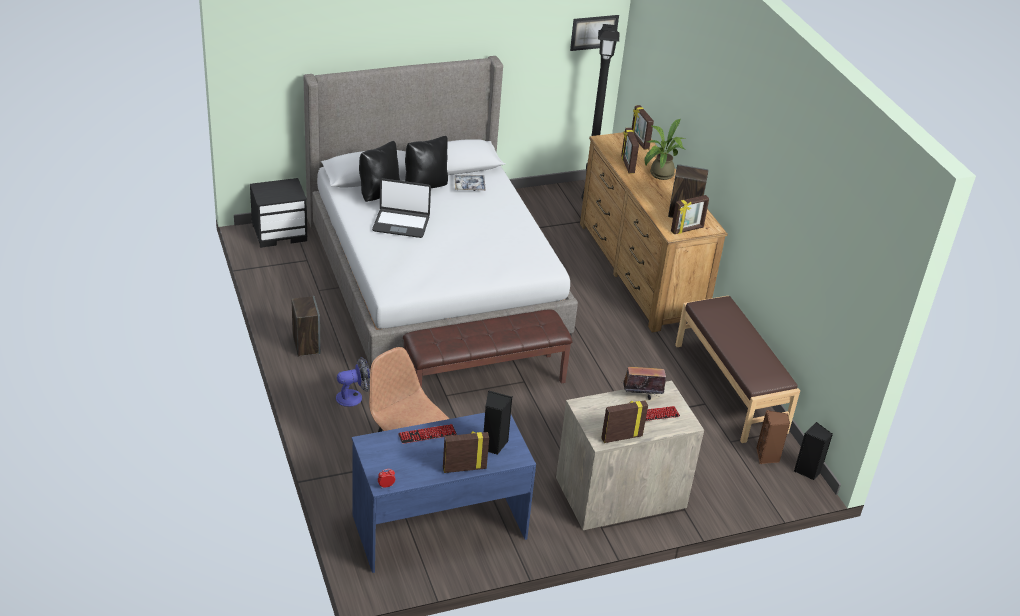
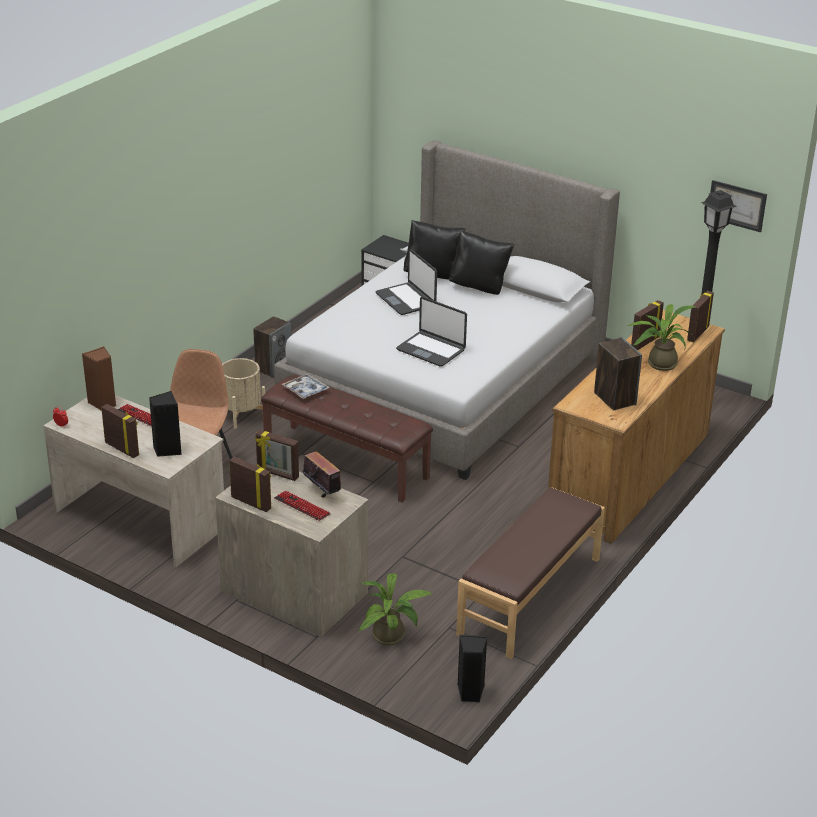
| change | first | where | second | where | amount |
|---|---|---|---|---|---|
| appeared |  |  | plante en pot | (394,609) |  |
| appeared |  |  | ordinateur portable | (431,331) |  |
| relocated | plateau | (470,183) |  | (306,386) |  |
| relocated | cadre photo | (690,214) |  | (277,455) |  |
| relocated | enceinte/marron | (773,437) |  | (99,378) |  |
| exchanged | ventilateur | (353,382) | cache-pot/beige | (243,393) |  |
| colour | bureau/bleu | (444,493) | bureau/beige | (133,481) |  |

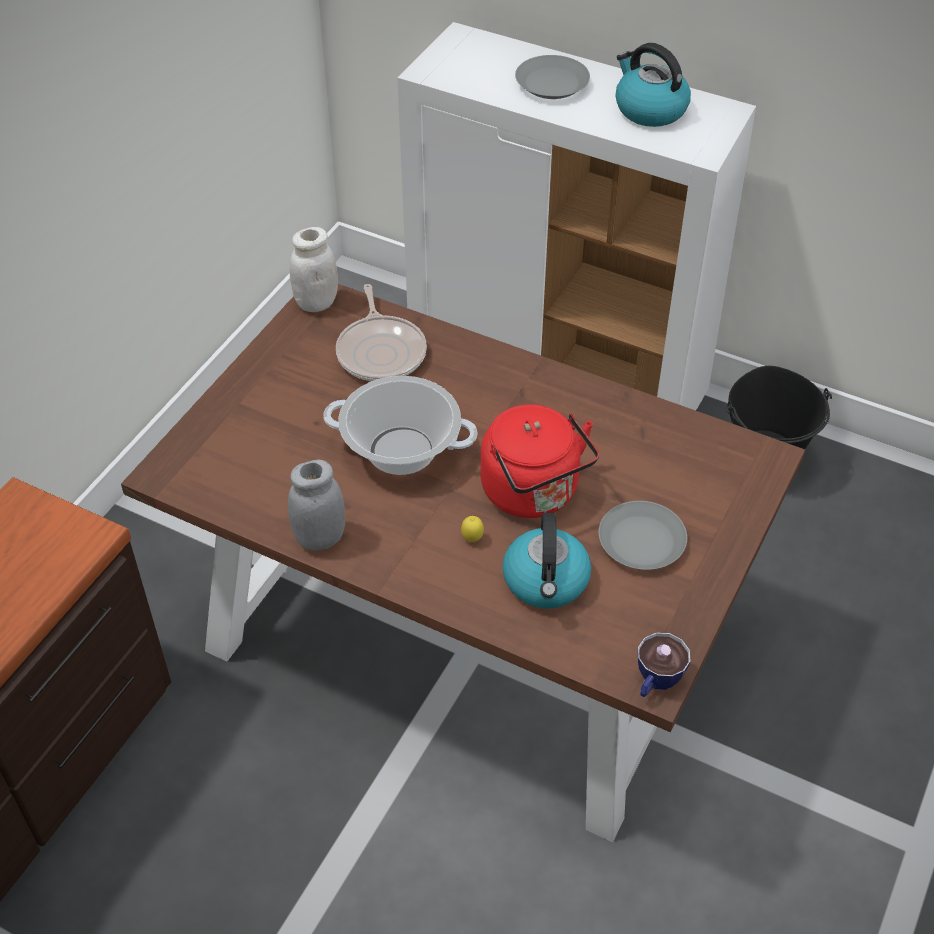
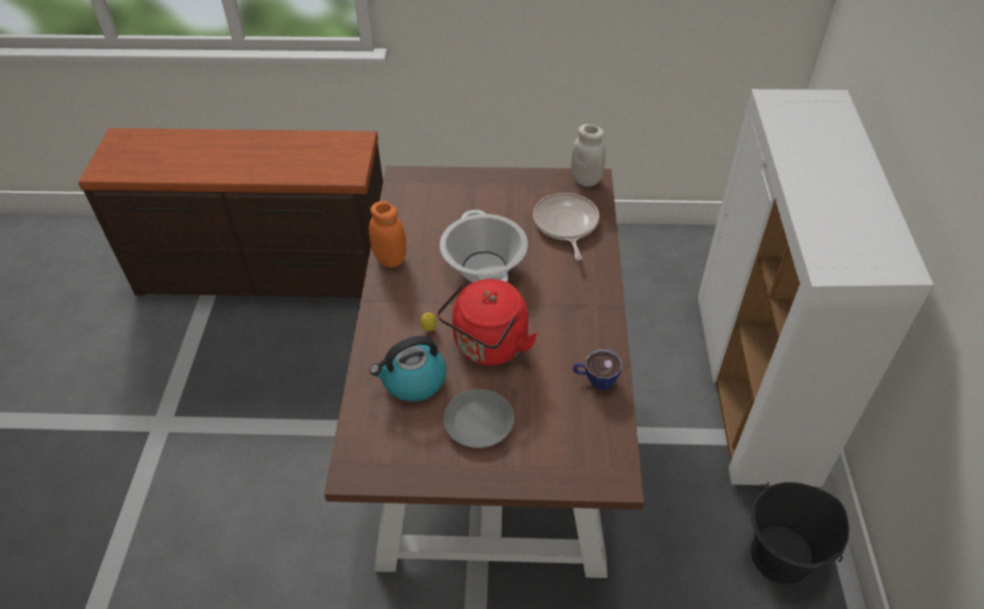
| change | first | where | second | where | amount |
|---|---|---|---|---|---|
| missing | assiette/gris | (552,77) |  |  |  |
| missing | bouilloire | (653,85) |  |  |  |
| relocated | tasse | (664,664) |  | (597,369) |  |
| colour | bocal/gris | (316,505) | bocal/orange | (387,234) |  |
| spun | poêle | (381,332) |  | (566,226) | 120 degrees clockwise |

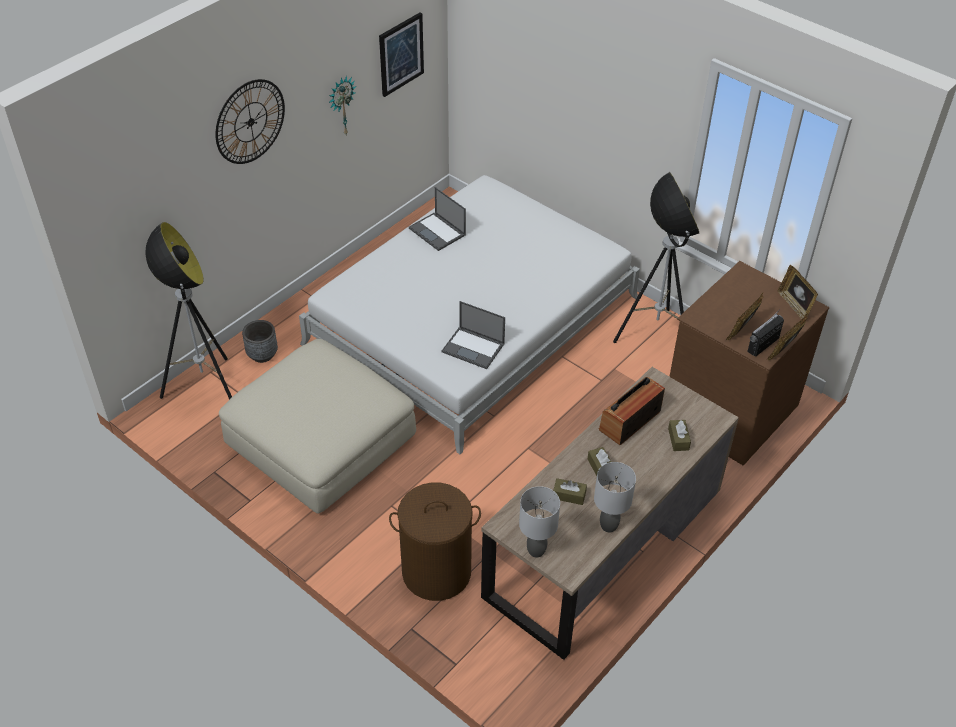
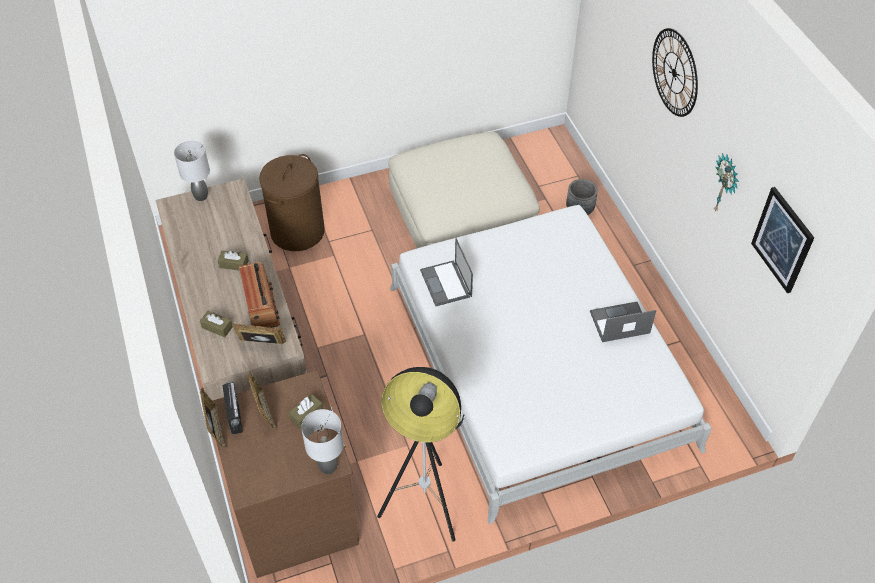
| change | first | where | second | where | amount |
|---|---|---|---|---|---|
| missing | lampadaire | (188,311) |  |  |  |
| relocated | boîte à mouchoirs/marron | (570,491) |  | (306,411) |  |
| relocated | lampe de table/gris | (615,497) |  | (322,441) |  |
| relocated | cadre photo | (798,292) |  | (259,333) |  |
| spun | ordinateur portable | (473,335) |  | (446,272) | 75 degrees counterclockwise |

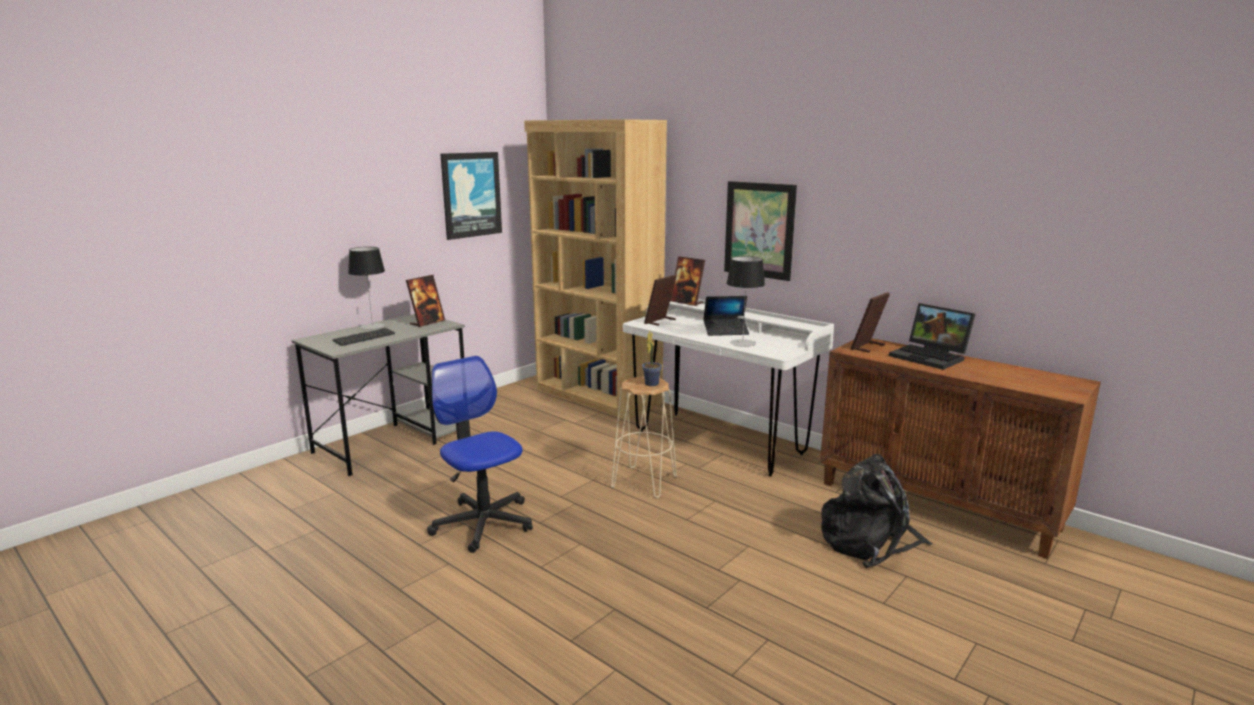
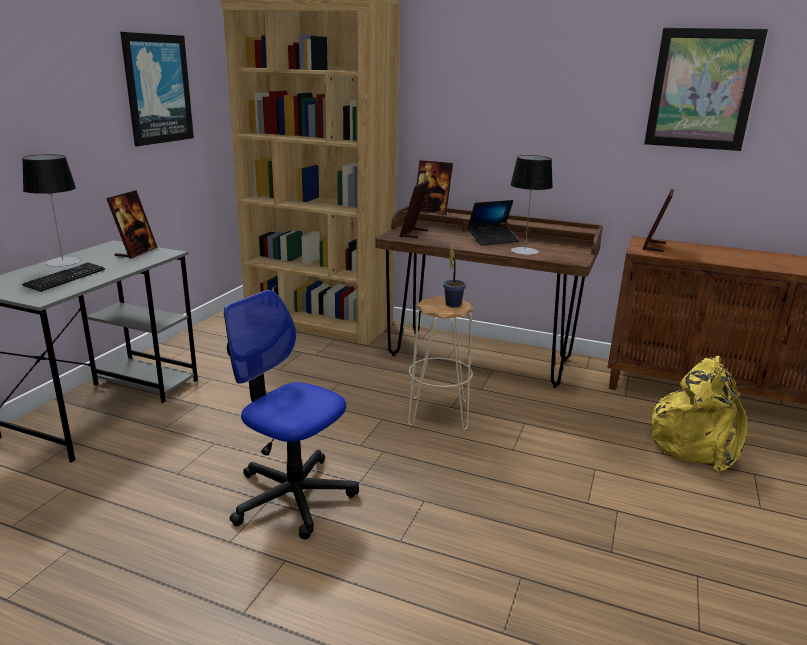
| change | first | where | second | where | amount |
|---|---|---|---|---|---|
| missing | ordinateur portable | (932,336) |  |  |  |
| relocated | tableau | (760,231) |  | (706,89) |  |
| colour | bureau/blanc | (728,387) | bureau/marron | (489,296) |  |
| colour | sac à dos/noir | (877,511) | sac à dos/jaune | (699,414) |  |

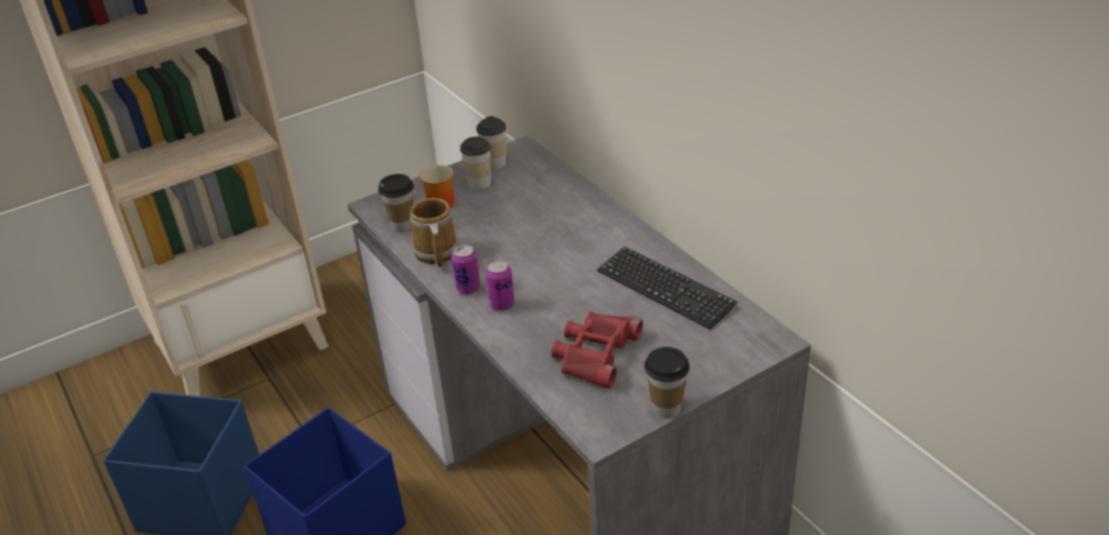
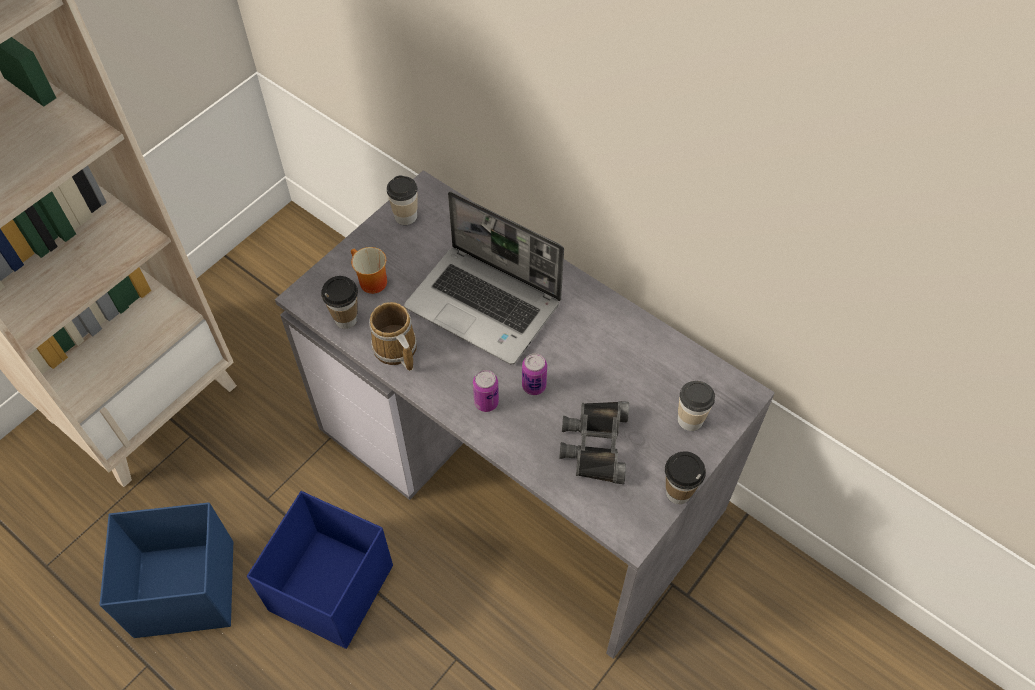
| change | first | where | second | where | amount |
|---|---|---|---|---|---|
| missing | clavier | (667,288) |  |  |  |
| appeared |  |  | ordinateur portable | (484,277) |  |
| relocated | boîte métallique | (466,269) |  | (534,374) |  |
| relocated | tasse | (475,163) |  | (696,406) |  |
| colour | jumelles/rouge | (597,350) | jumelles/noir | (594,442) |  |

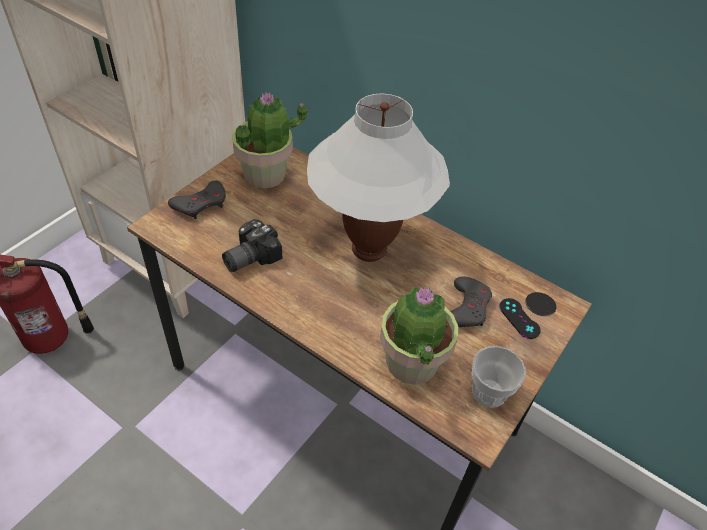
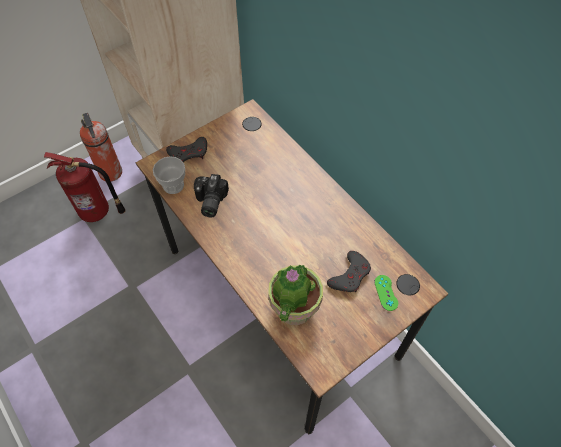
| change | first | where | second | where | amount |
|---|---|---|---|---|---|
| missing | plante en pot | (269,140) |  |  |  |
| missing | lampe de table/blanc | (378,177) |  |  |  |
| appeared |  |  | extincteur | (101,147) |  |
| relocated | tasse | (499,377) |  | (169,175) |  |
| colour | manette/noir | (520,318) | manette/vert | (386,293) |  |
| spun | appareil photo | (252,245) |  | (211,195) | 60 degrees counterclockwise |

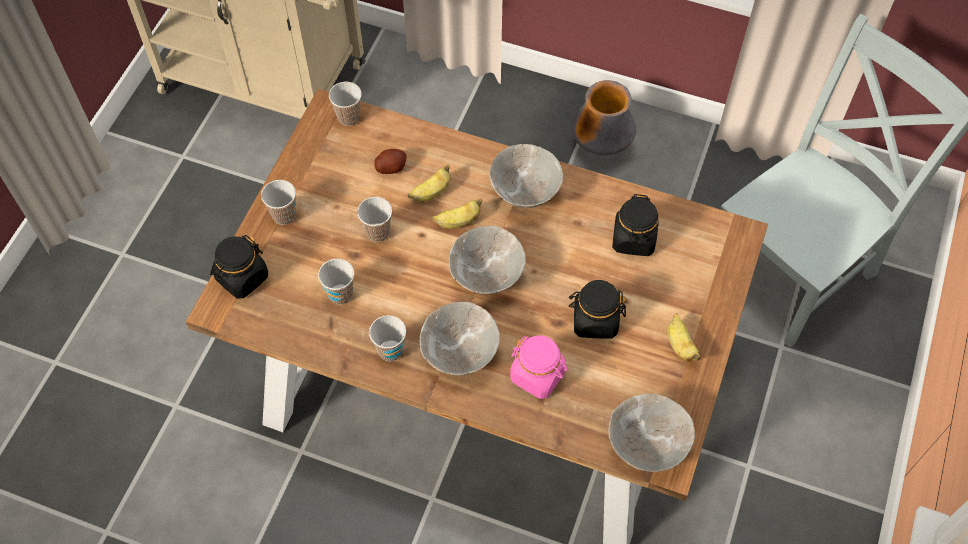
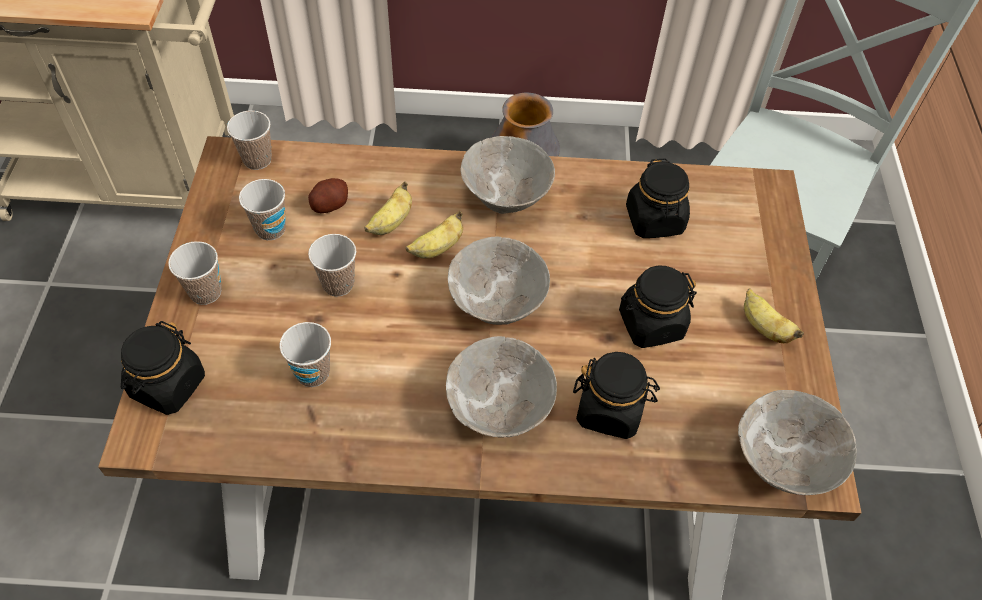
| change | first | where | second | where | amount |
|---|---|---|---|---|---|
| relocated | tasse | (387,338) |  | (262,209) |  |
| colour | bocal/rose | (539,367) | bocal/noir | (616,395) |  |

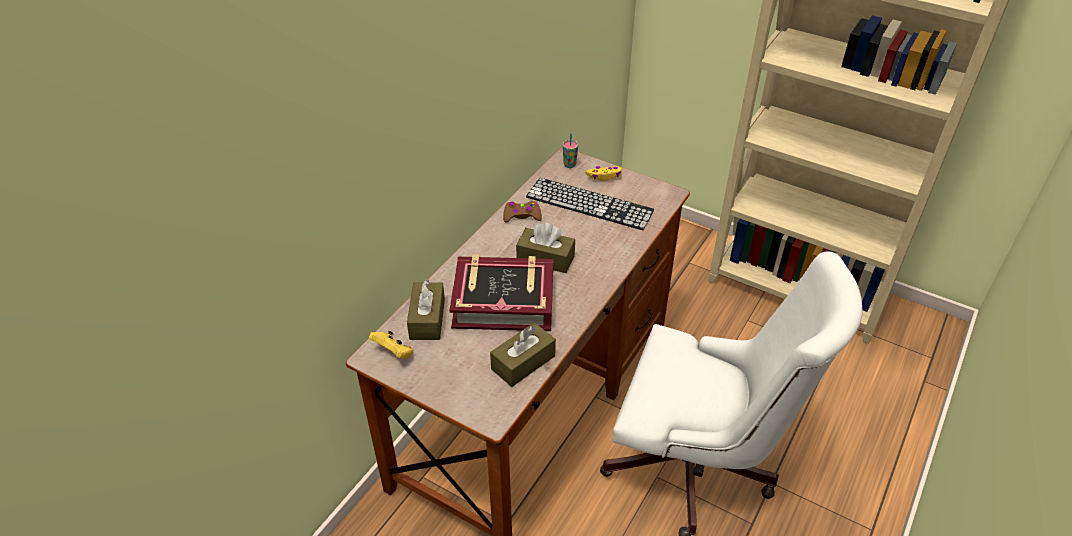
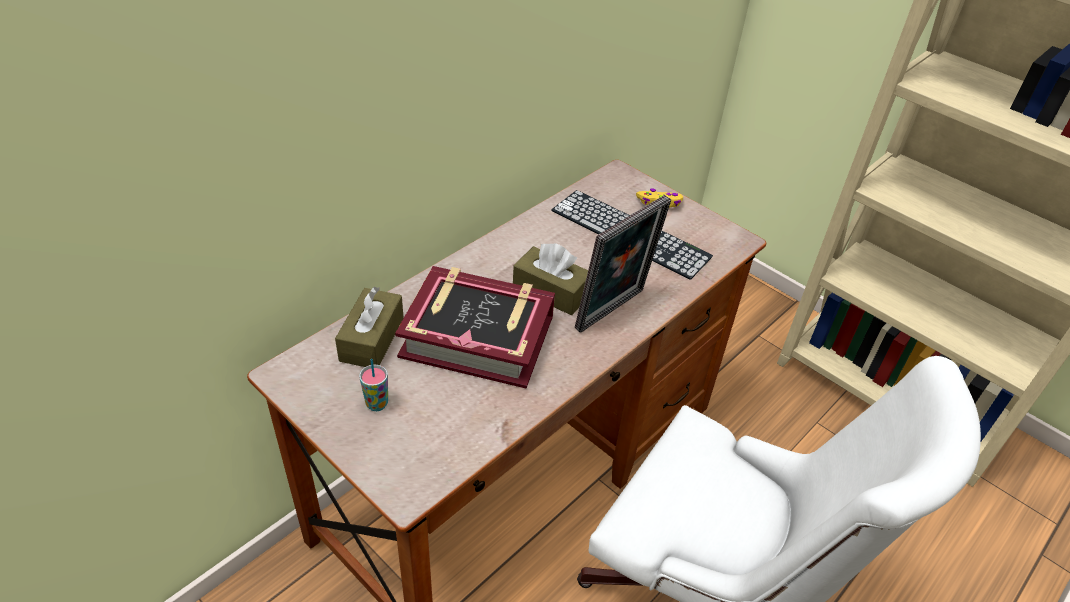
| change | first | where | second | where | amount |
|---|---|---|---|---|---|
| missing | manette/jaune | (391,345) |  |  |  |
| missing | boîte à mouchoirs/marron | (523,354) |  |  |  |
| missing | manette/marron | (522,211) |  |  |  |
| appeared |  |  | cadre photo | (623,264) |  |
| relocated | tasse | (570,150) |  | (373,385) |  |

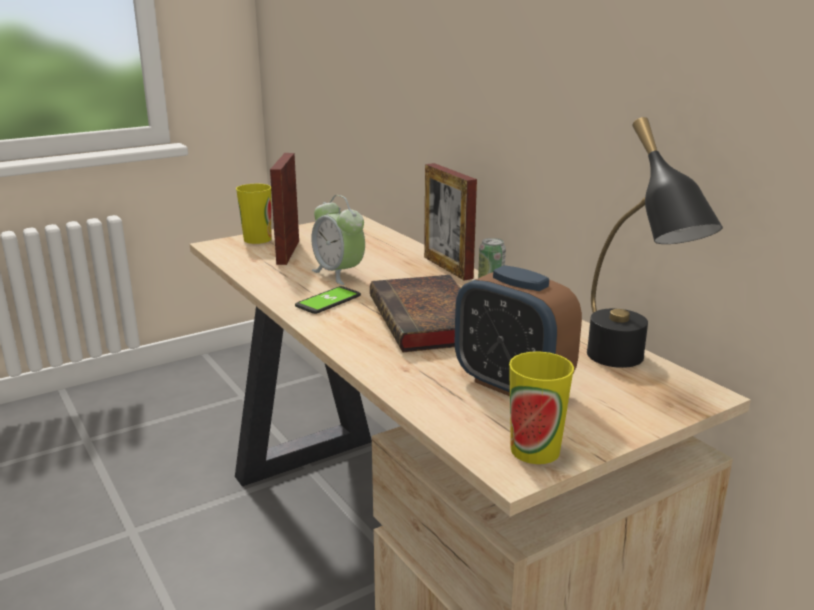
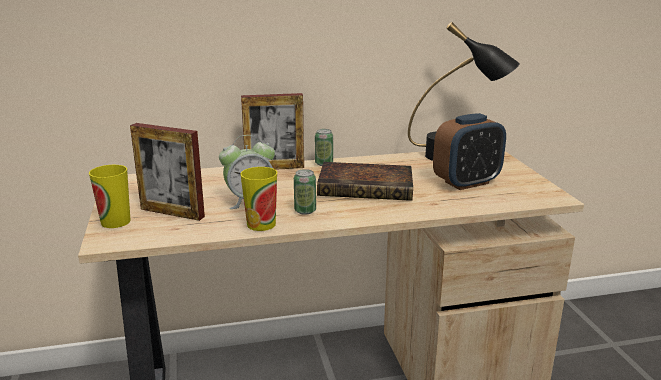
| change | first | where | second | where | amount |
|---|---|---|---|---|---|
| relocated | tasse | (541,407) |  | (258,199) |  |
| exchanged | téléphone | (328,300) | boîte métallique | (305,192) |  |

